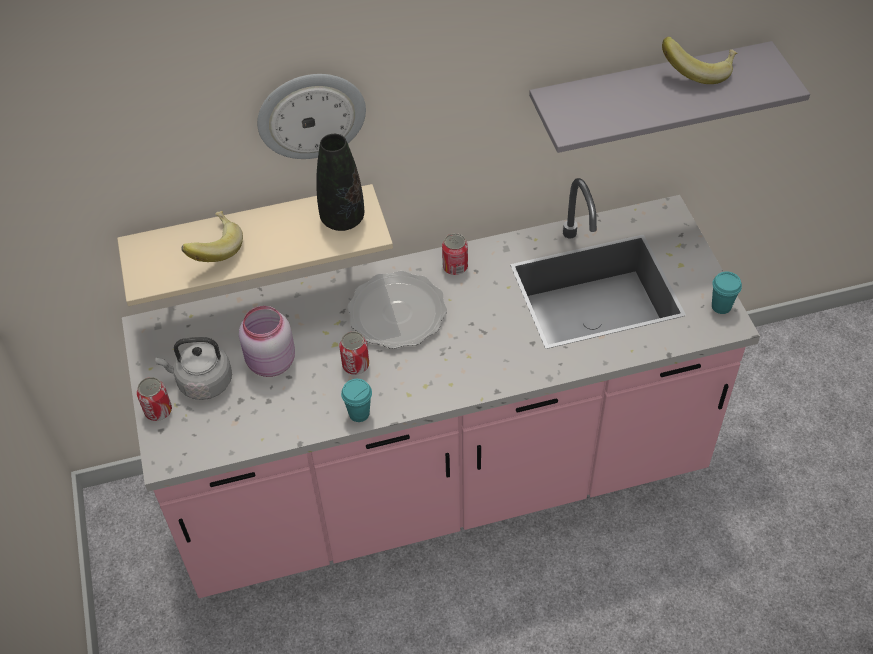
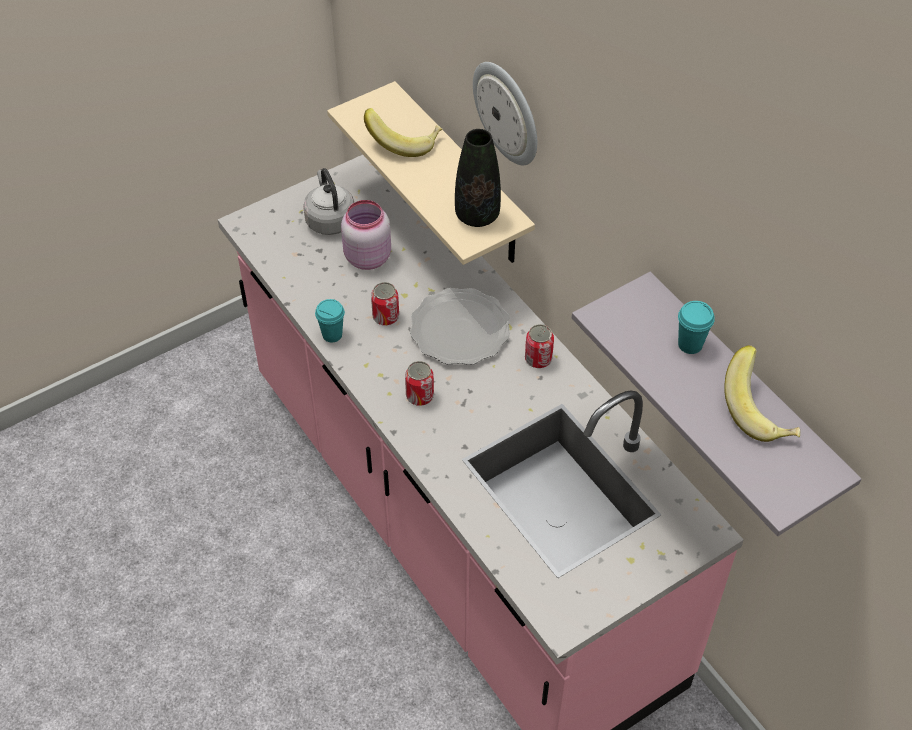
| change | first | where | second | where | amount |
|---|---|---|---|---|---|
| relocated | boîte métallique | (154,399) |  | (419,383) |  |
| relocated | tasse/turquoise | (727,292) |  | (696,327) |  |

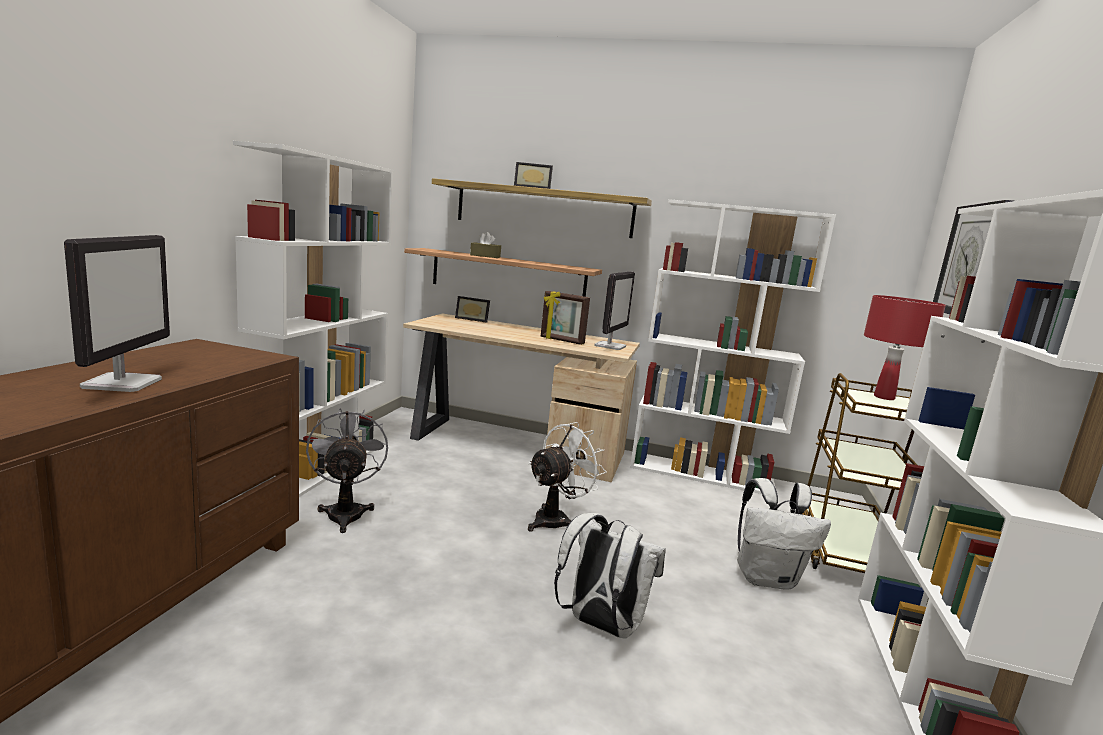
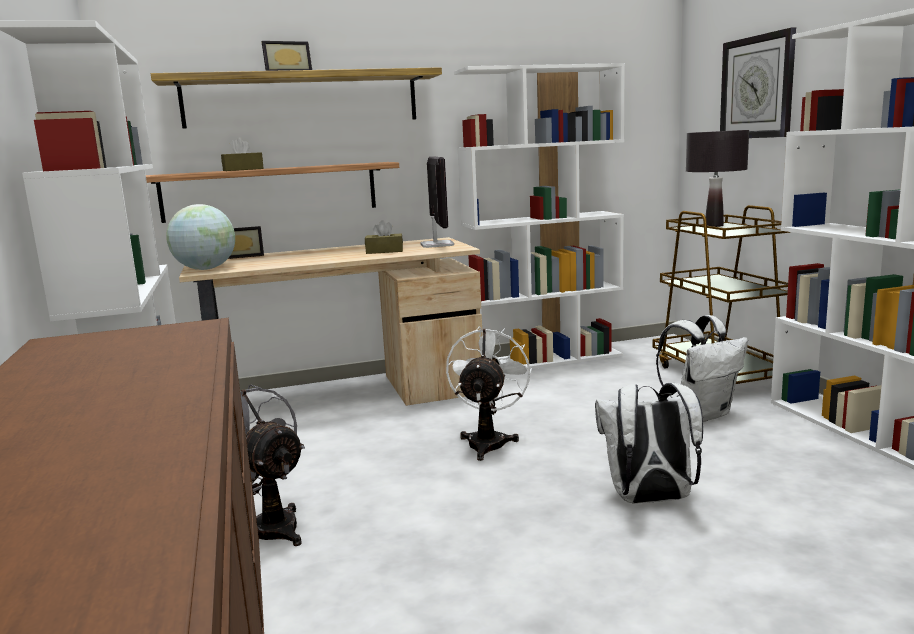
| change | first | where | second | where | amount |
|---|---|---|---|---|---|
| missing | écran d'ordinateur | (117,313) |  |  |  |
| appeared |  |  | globe | (200,237) |  |
| exchanged | cadre photo | (565,318) | boîte à mouchoirs/marron | (384,237) |  |
| colour | lampe de table/rouge | (905,347) | lampe de table/noir | (717,178) |  |

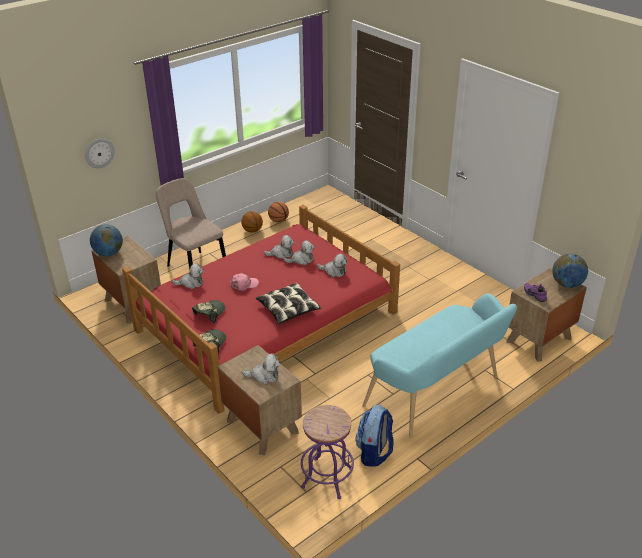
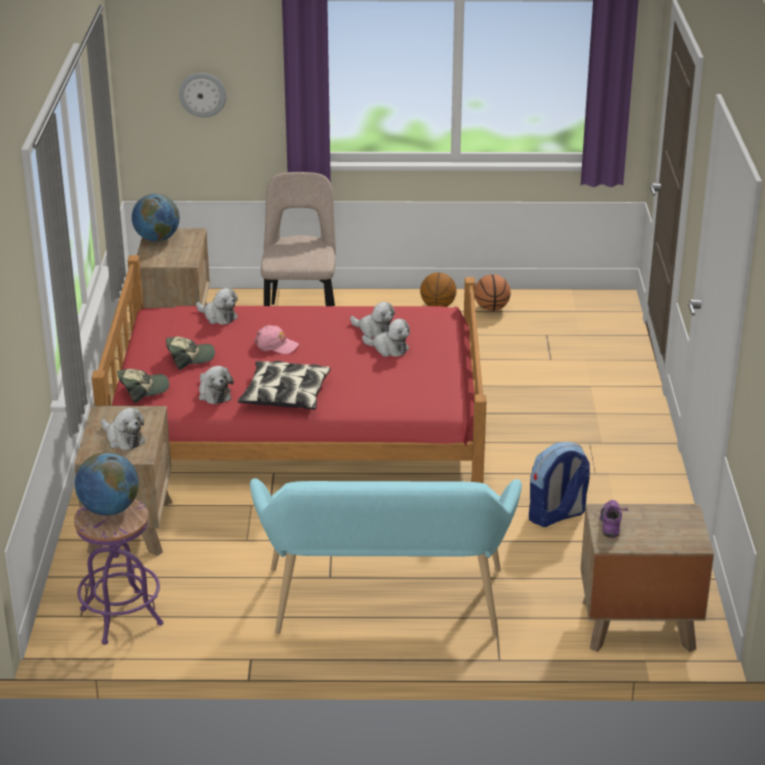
| change | first | where | second | where | amount |
|---|---|---|---|---|---|
| relocated | peluche | (332,265) |  | (216,385) |  |
| relocated | sac à dos | (374,435) |  | (559,484) |  |
| relocated | globe | (570,271) |  | (107,484) |  |

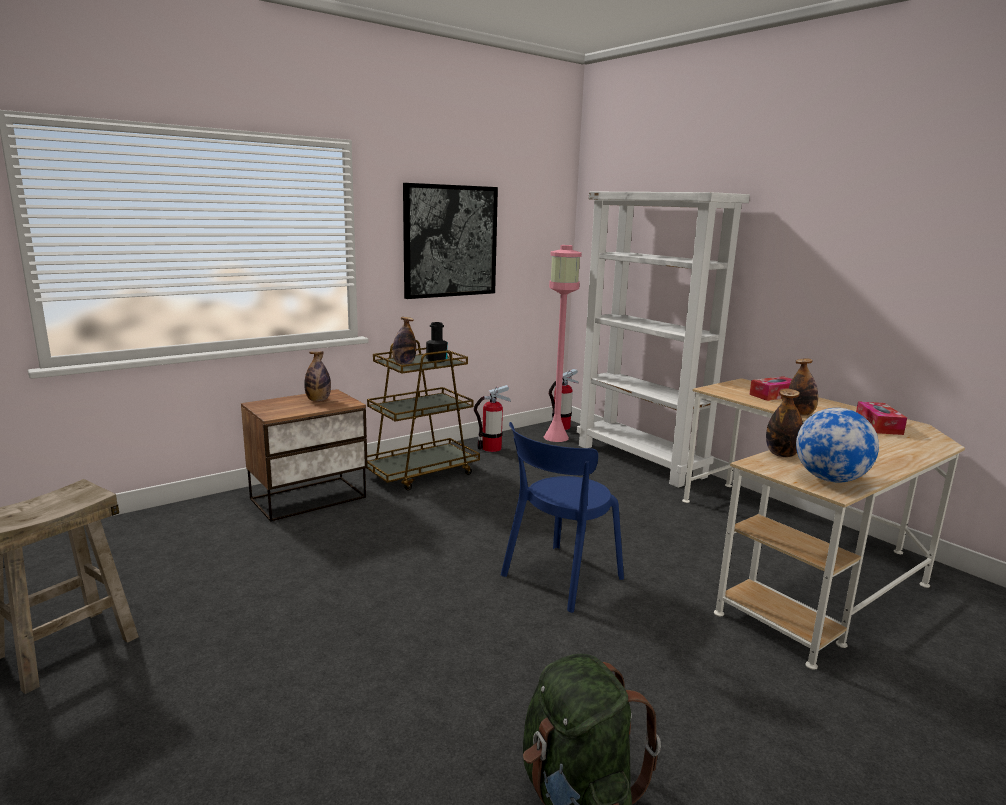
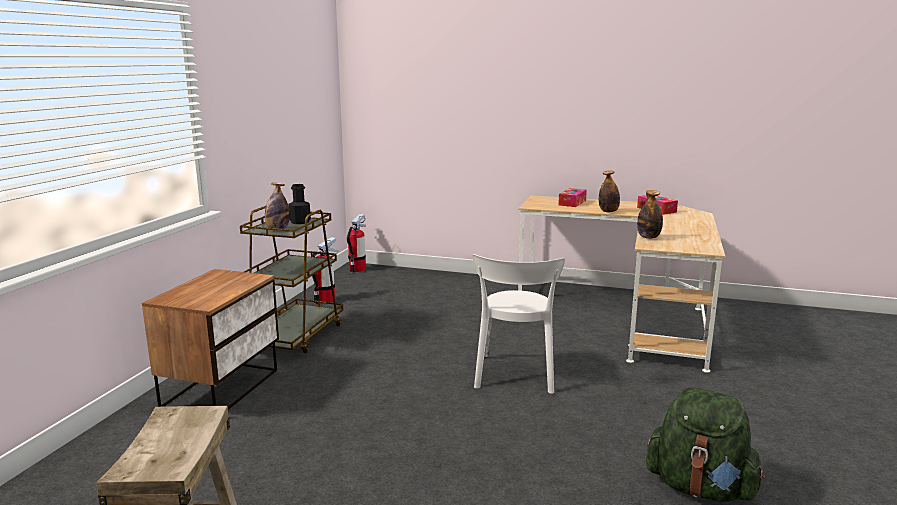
| change | first | where | second | where | amount |
|---|---|---|---|---|---|
| missing | bouteille | (317,376) |  |  |  |
| missing | tableau | (450,241) |  |  |  |
| missing | lampadaire/rose | (563,343) |  |  |  |
| missing | bibliothèque/blanc | (663,340) |  |  |  |
| missing | globe | (837,445) |  |  |  |
| colour | chaise/bleu | (562,517) | chaise/blanc | (519,324) |  |

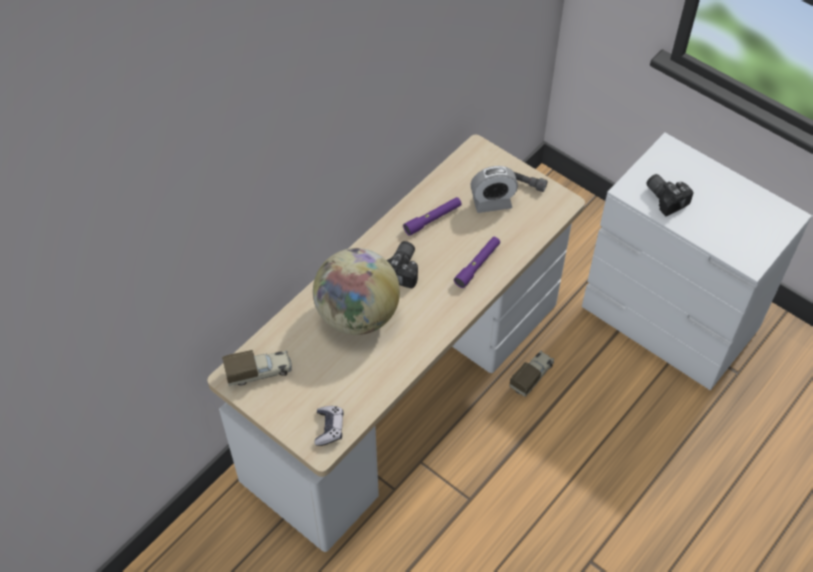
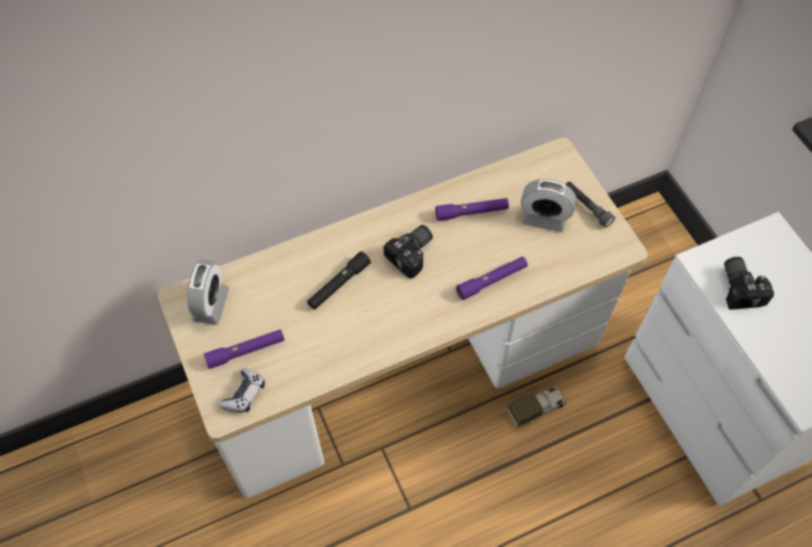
| change | first | where | second | where | amount |
|---|---|---|---|---|---|
| appeared |  |  | lampe de poche/violet | (244,349) |  |
| exchanged | camion jouet | (257,368) | réveil | (208,292) |  |
| exchanged | globe | (356,291) | lampe de poche/noir | (339,280) |  |

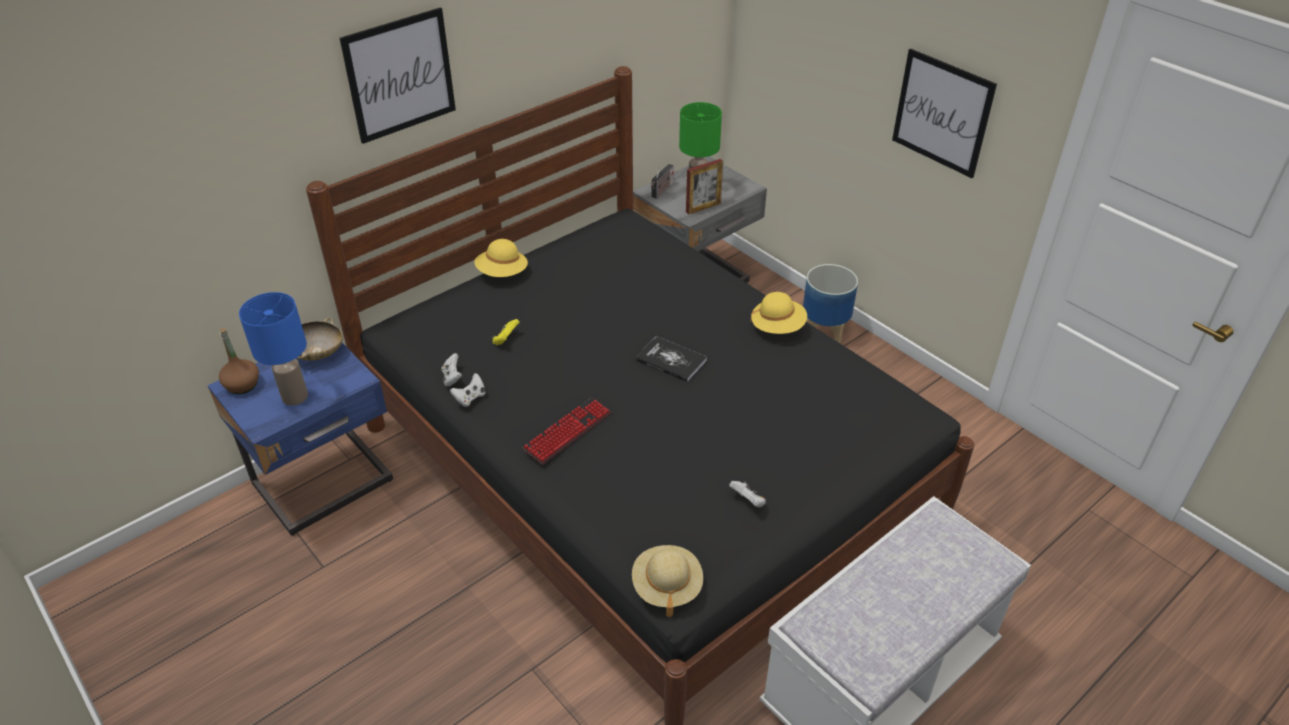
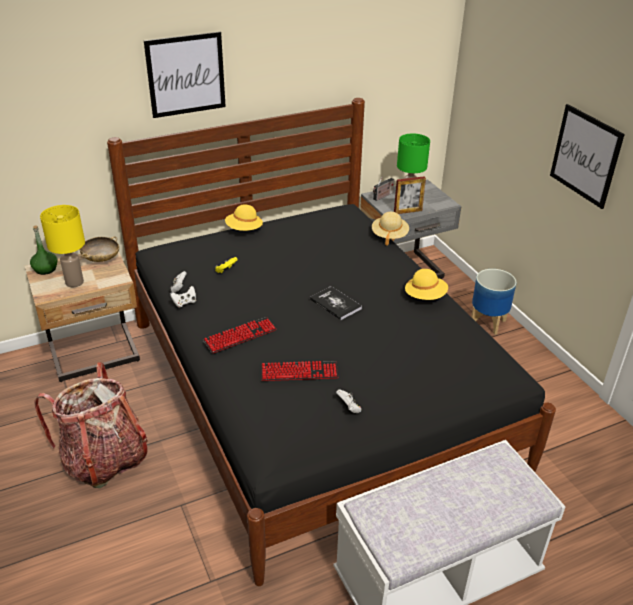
| change | first | where | second | where | amount |
|---|---|---|---|---|---|
| appeared |  |  | sac à dos | (91,425) |  |
| appeared |  |  | clavier | (299,371) |  |
| relocated | chapeau/beige | (667,581) |  | (390,229) |  |
| colour | table de chevet/bleu | (300,439) | table de chevet/beige | (82,317) |  |
| colour | bouteille/marron | (239,360) | bouteille/vert | (44,250) |  |
| colour | lampe de table/bleu | (273,349) | lampe de table/jaune | (62,246) |  |

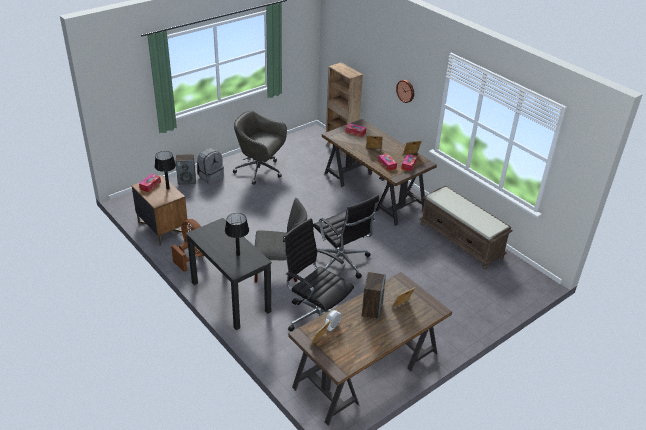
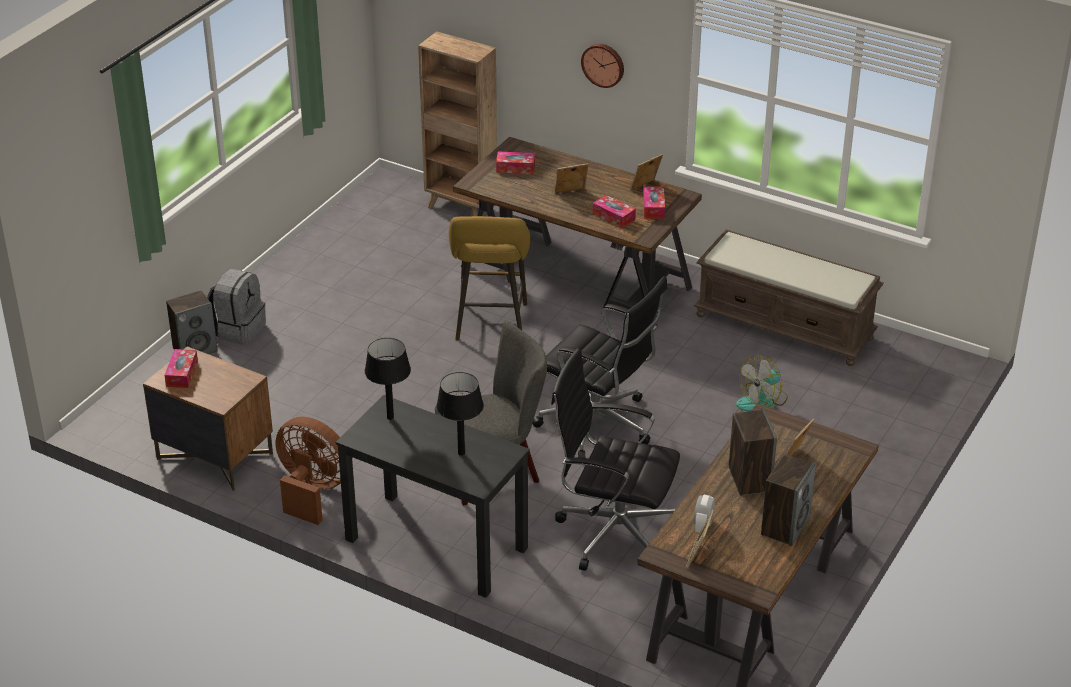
| change | first | where | second | where | amount |
|---|---|---|---|---|---|
| missing | chaise de bureau/gris | (260,148) |  |  |  |
| appeared |  |  | tabouret/jaune | (489,278) |  |
| appeared |  |  | ventilateur | (762,383) |  |
| appeared |  |  | enceinte | (788,500) |  |
| relocated | lampe de table/noir | (165,170) |  | (388,379) |  |

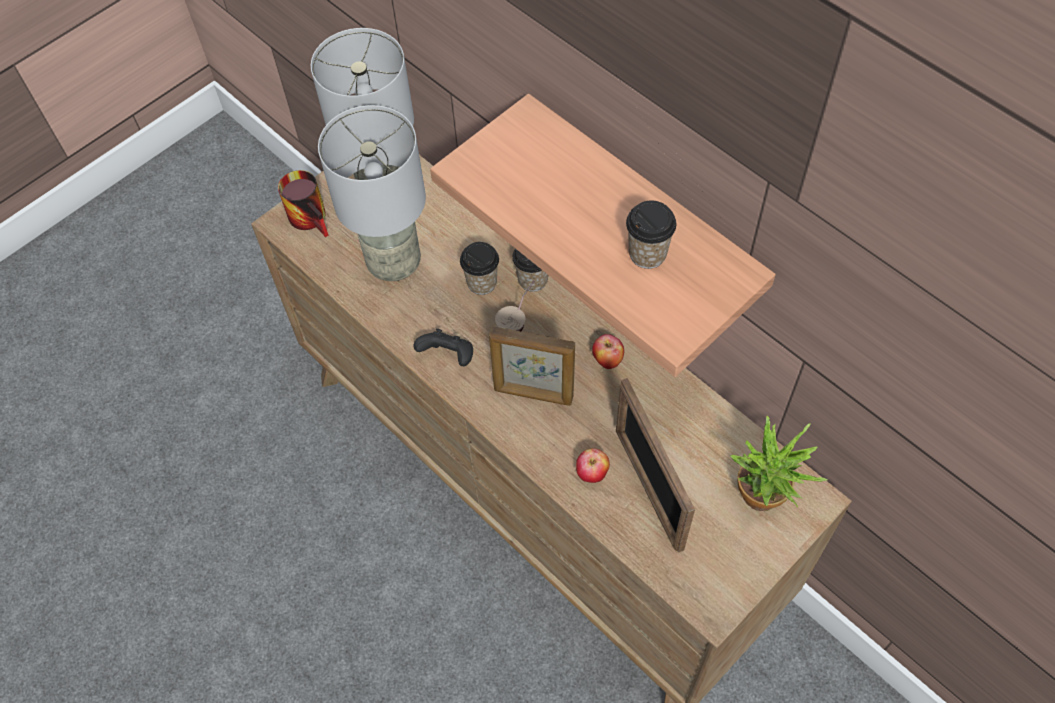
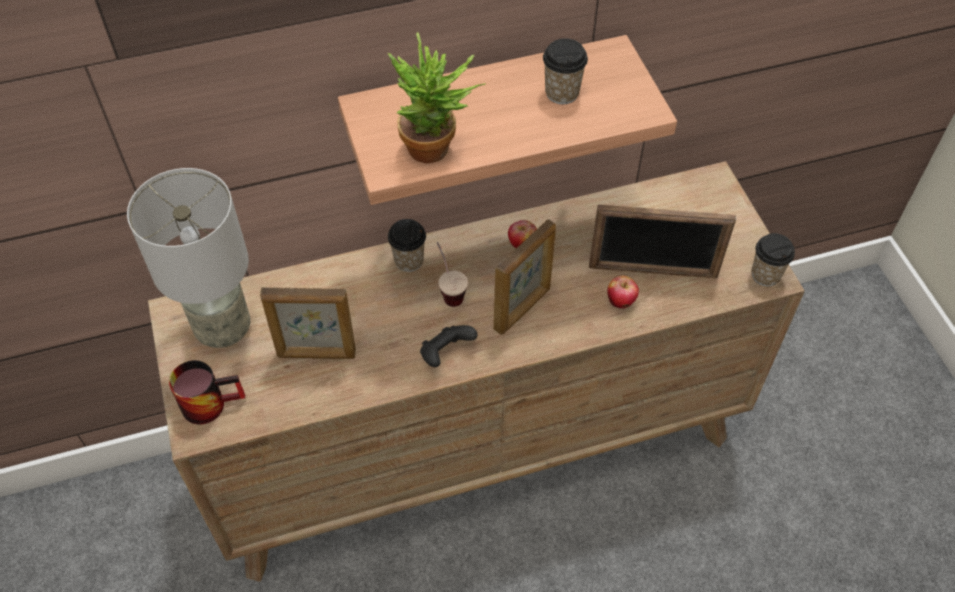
| change | first | where | second | where | amount |
|---|---|---|---|---|---|
| relocated | tasse | (479,268) |  | (773,259) |  |
| relocated | plante en pot | (778,463) |  | (437,97) |  |
| exchanged | lampe de table/gris | (372,193) | cadre photo | (308,323) |  |

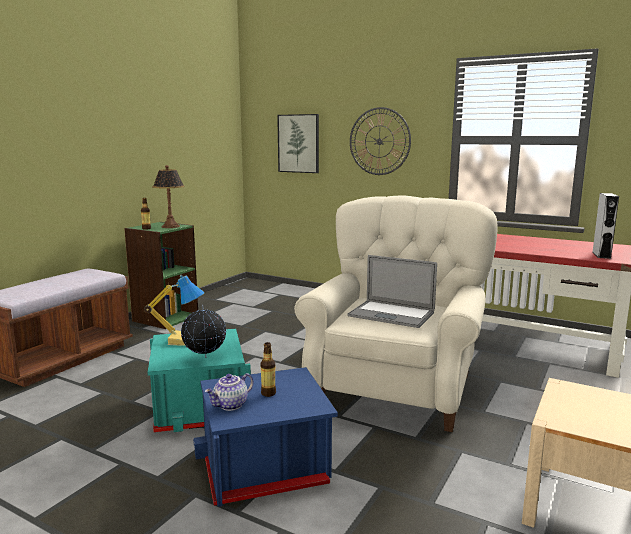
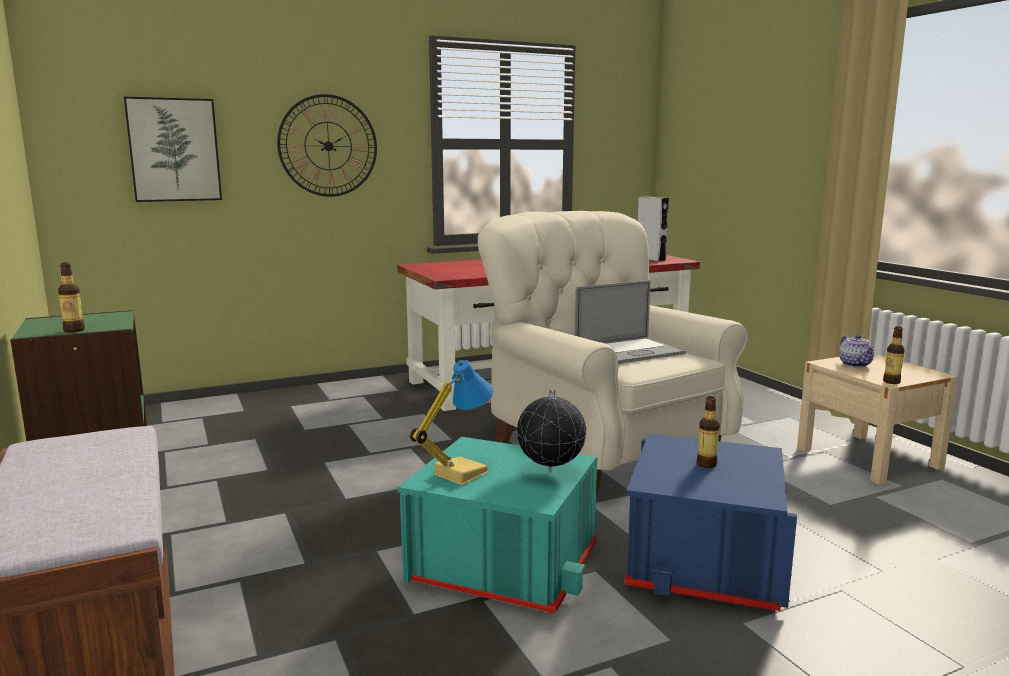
| change | first | where | second | where | amount |
|---|---|---|---|---|---|
| missing | lampe de table | (168,196) |  |  |  |
| appeared |  |  | bouteille | (894,355) |  |
| relocated | théière | (229,392) |  | (857,351) |  |

